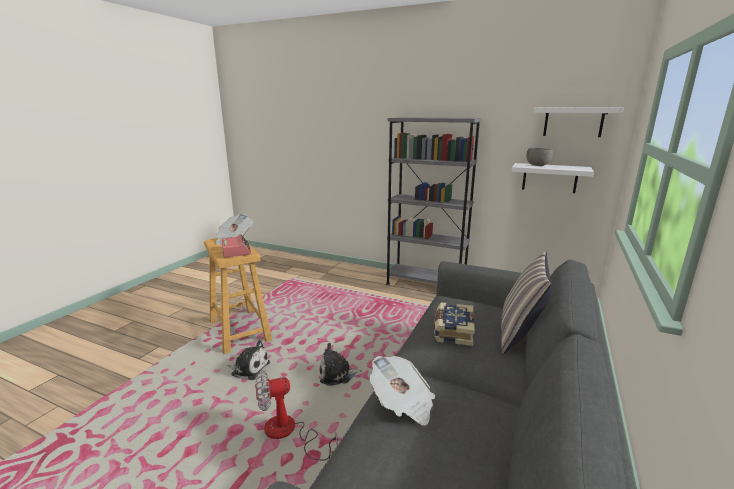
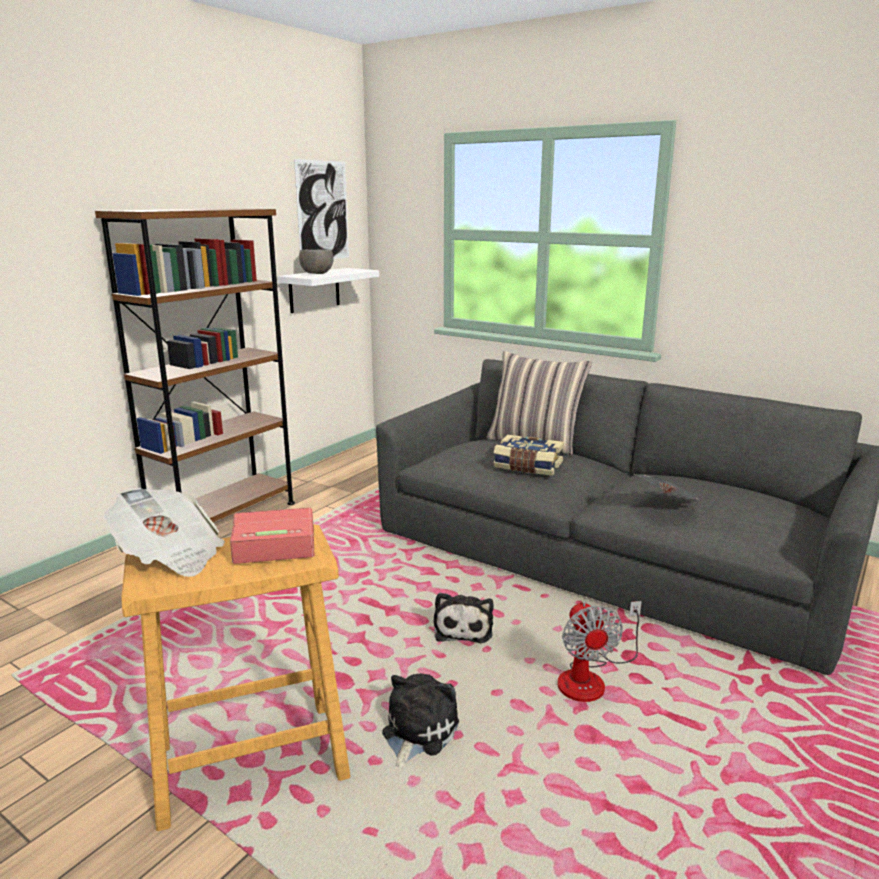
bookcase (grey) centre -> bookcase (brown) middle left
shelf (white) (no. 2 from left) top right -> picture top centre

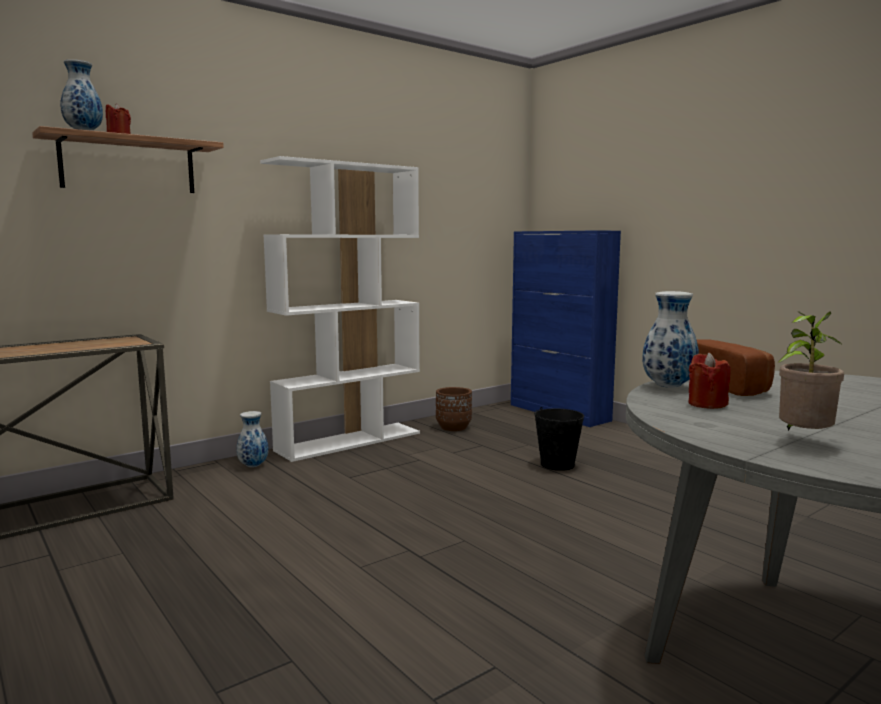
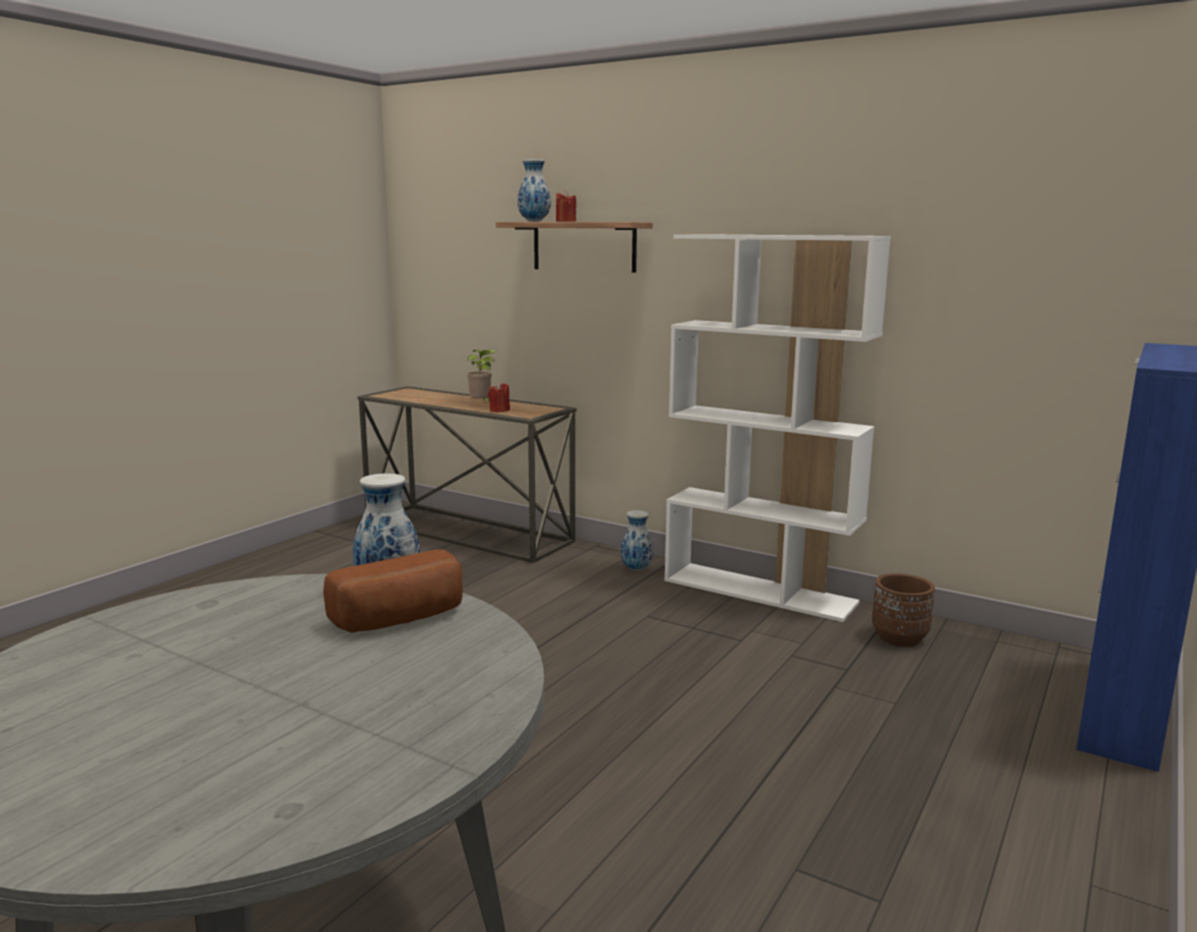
bucket (black) centre -> none
candle (red) (no. 2 from left in the first image) middle right -> candle (red) (no. 1 from left) centre, shifted
potted plant middle right -> potted plant centre, shifted

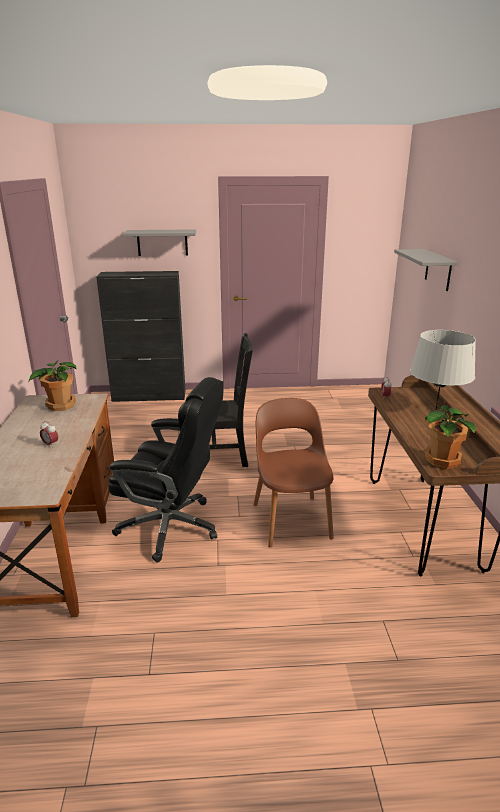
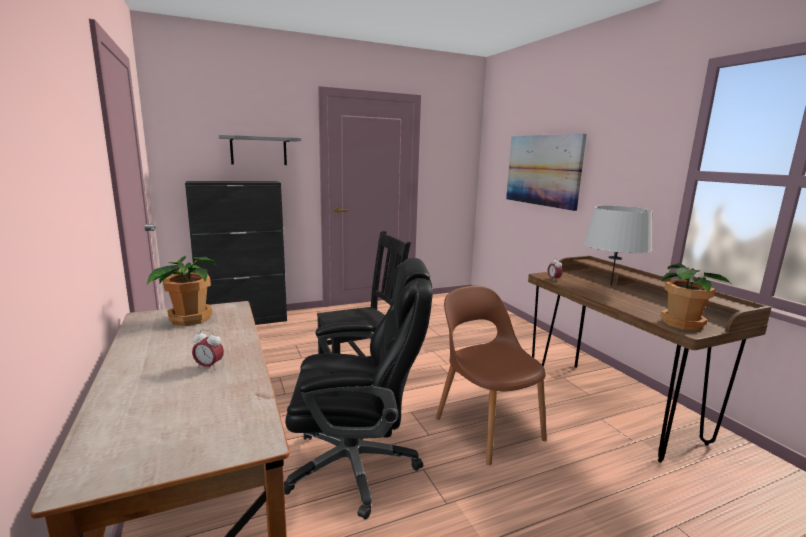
shelf (grey) (no. 2 from left) top right -> picture top right

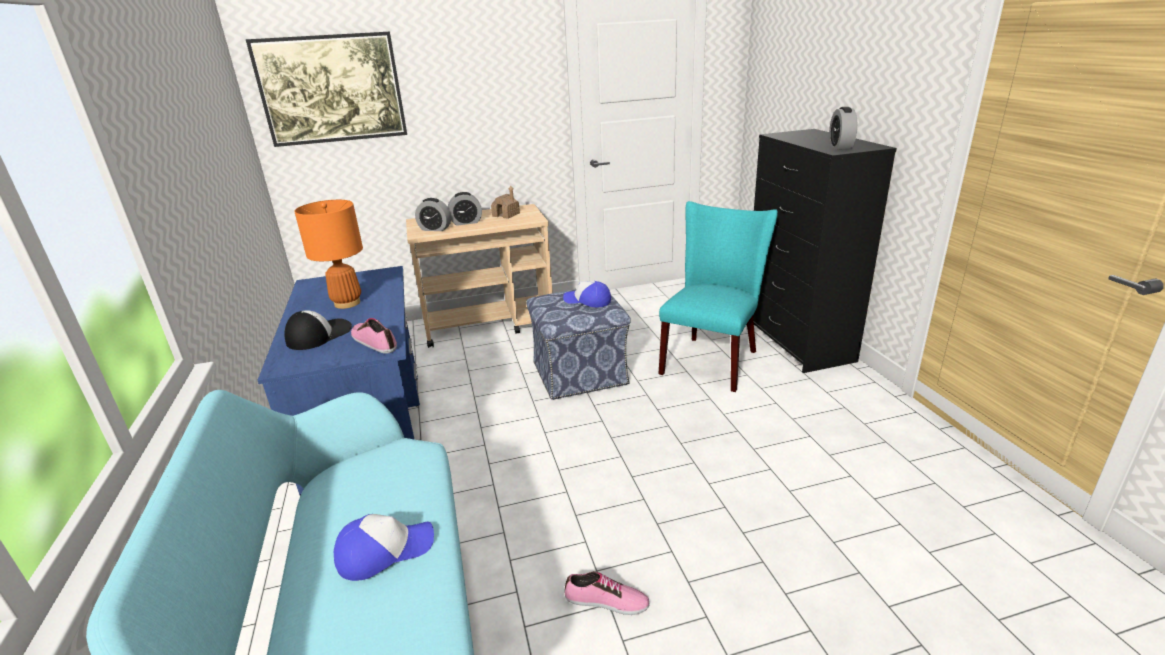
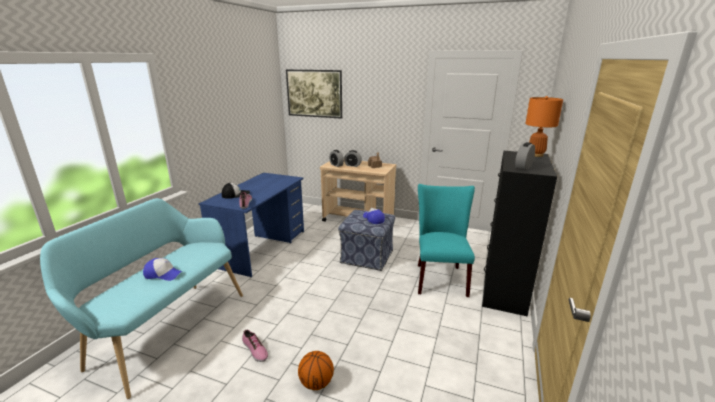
table lamp (orange) middle left -> table lamp (orange) top right, shifted
chair (turquoise) centre, 60 degrees counterclockwise
none -> basketball bottom centre

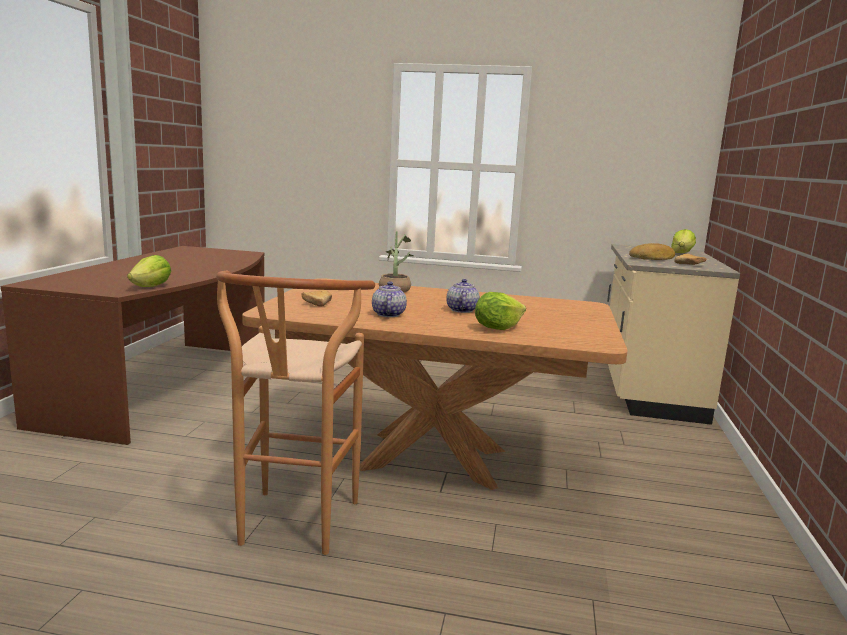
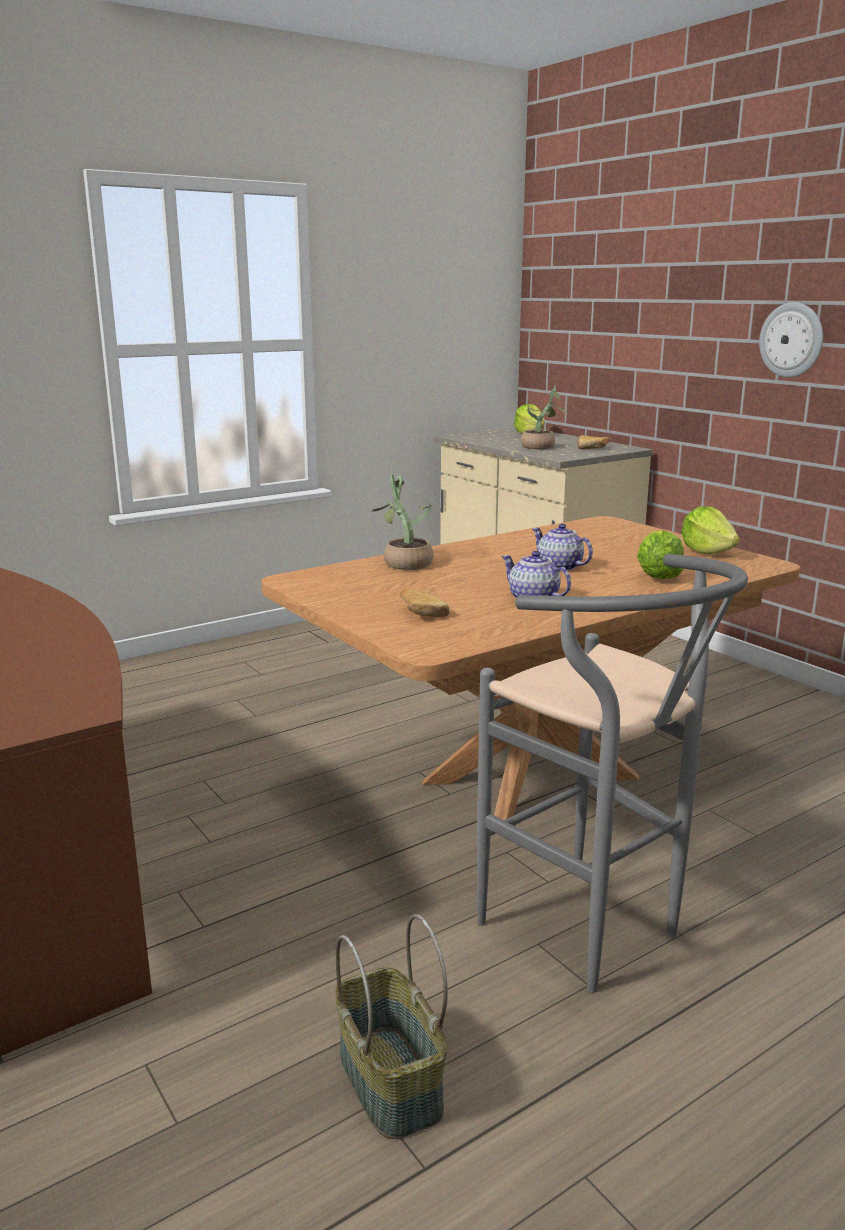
lettuce (no. 1 from left in the first image) middle left -> lettuce (no. 3 from left) middle right, shifted
stool (brown) centre -> stool (grey) middle right
bread (no. 2 from left) middle right -> potted plant (no. 2 from left) centre
none -> basket bottom centre
none -> wall clock top right

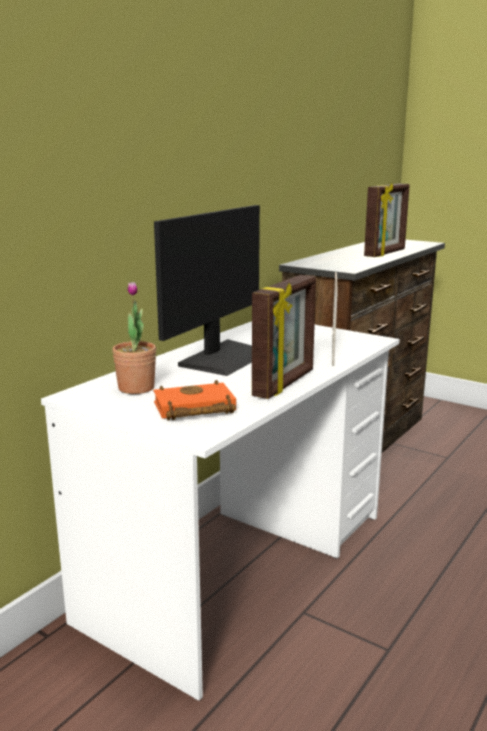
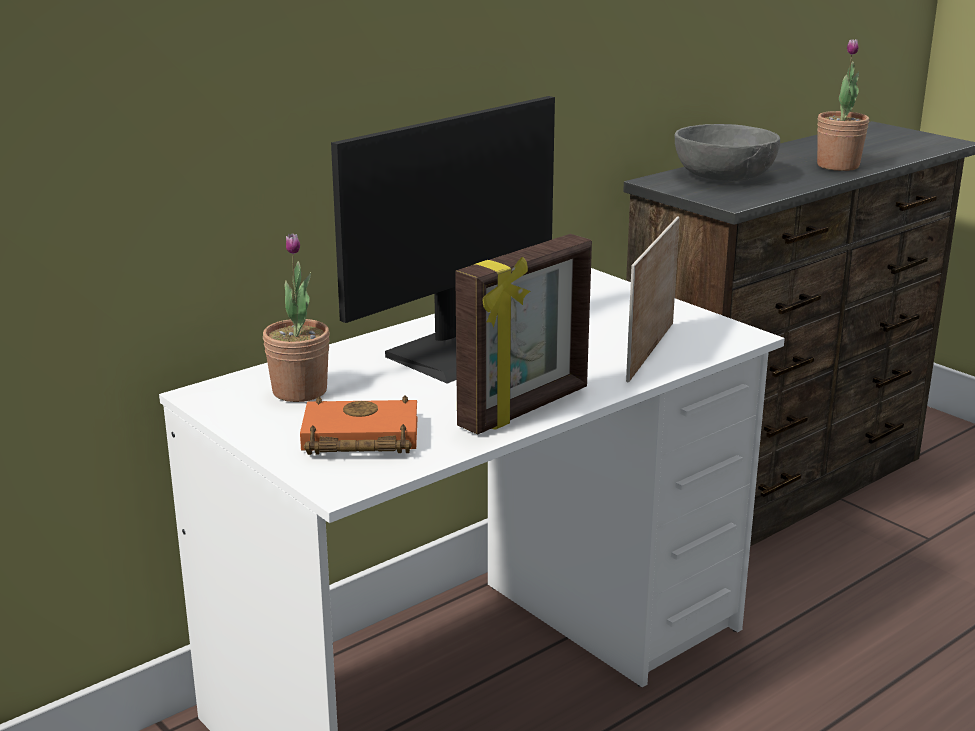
picture frame (no. 3 from left) top right -> potted plant (no. 2 from left) top right
none -> bowl (grey) top right

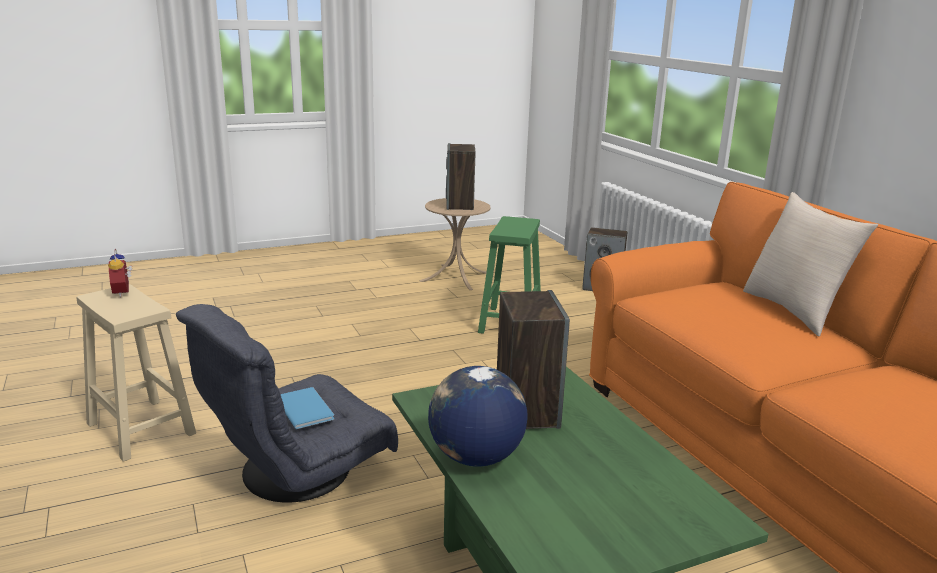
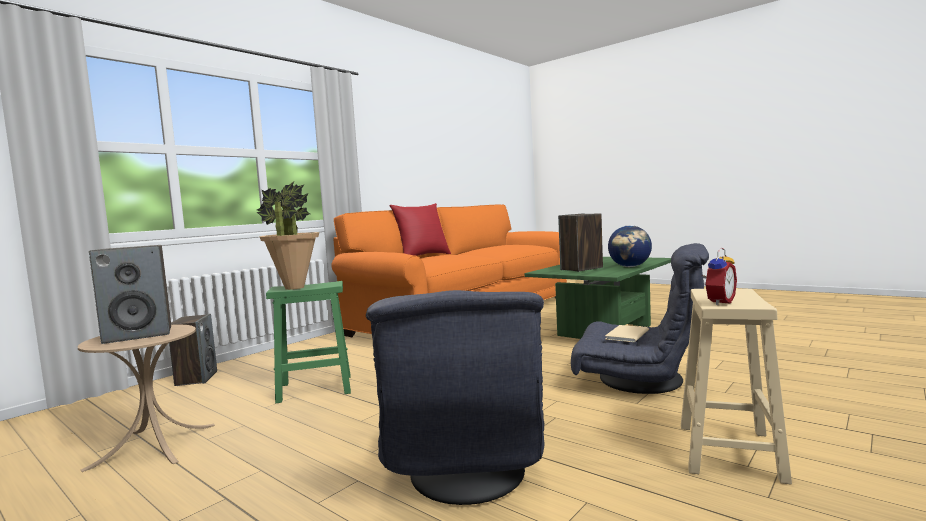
book (blue) bottom left -> book (beige) middle right
pillow (beige) middle right -> pillow (red) centre
none -> potted plant middle left
none -> armchair (grey) (no. 1 from left) bottom centre

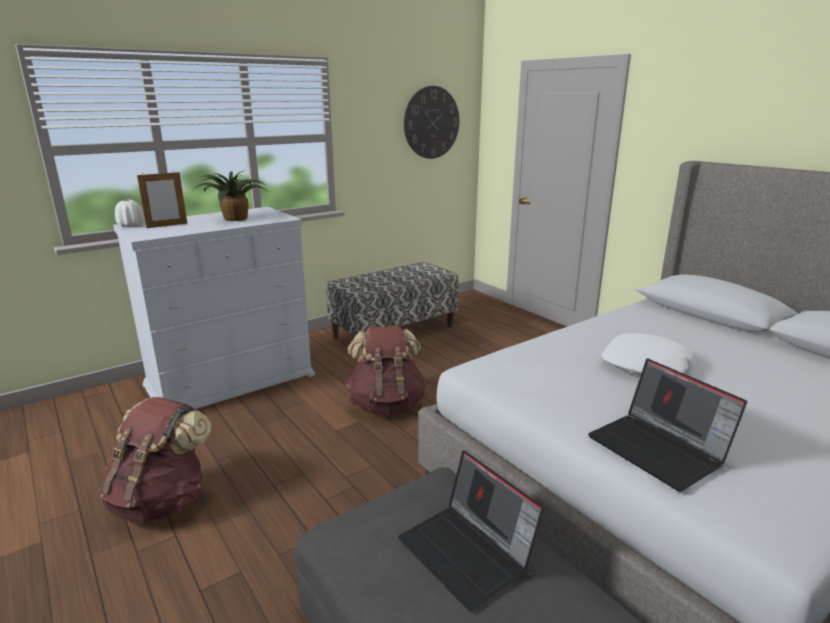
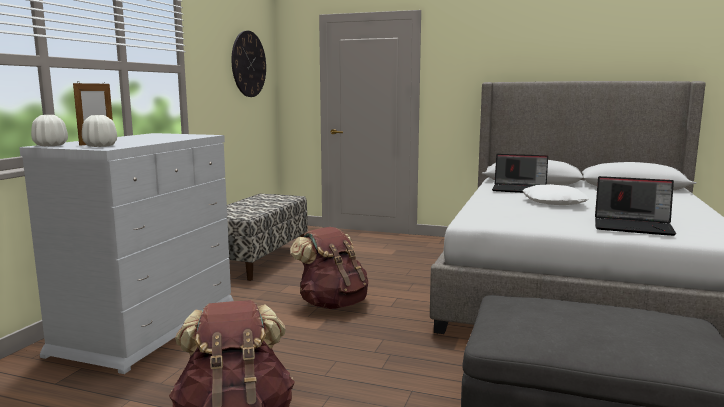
potted plant top left -> none
laptop (no. 1 from left) bottom centre -> laptop (no. 1 from left) middle right, shifted
none -> vase (white) (no. 2 from left) top left

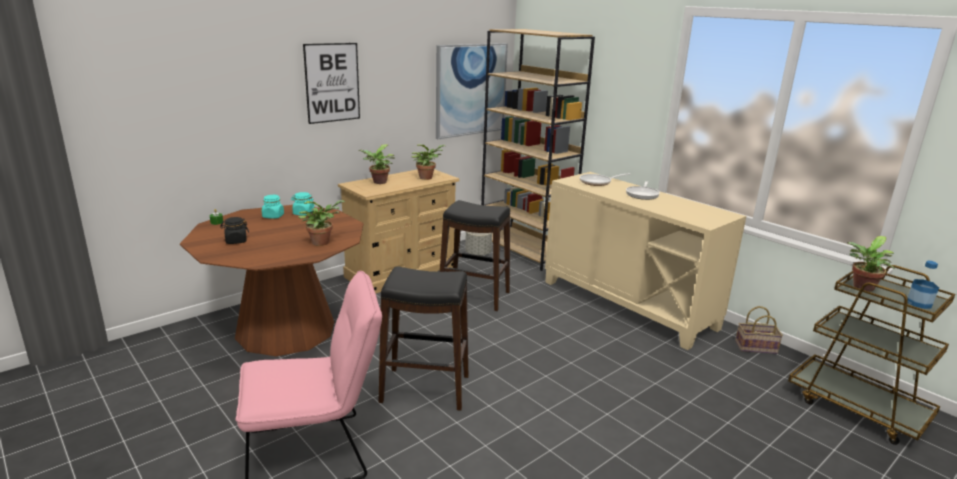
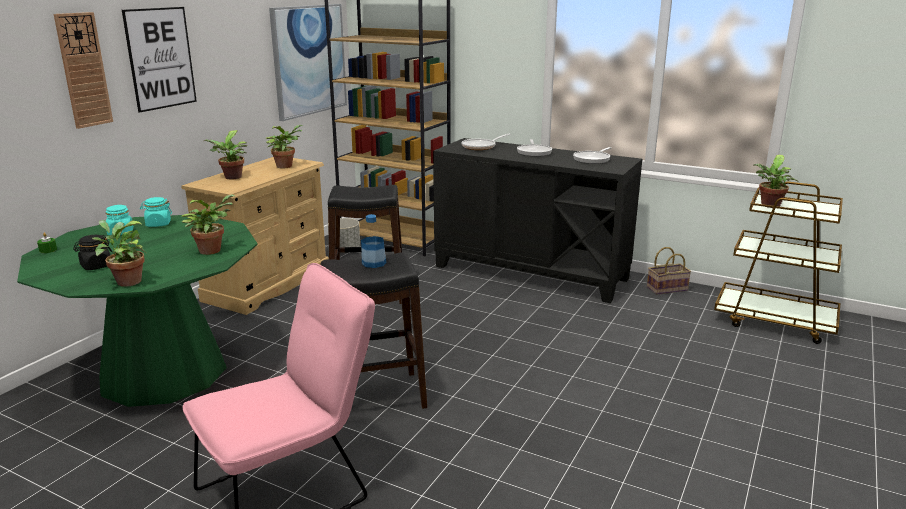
dining table (brown) middle left -> dining table (green) middle left
cabinet (beige) middle right -> cabinet (black) centre
bottle middle right -> bottle centre, shifted
none -> wall clock top left
none -> potted plant (no. 1 from left) middle left
none -> frying pan (no. 3 from left) top centre

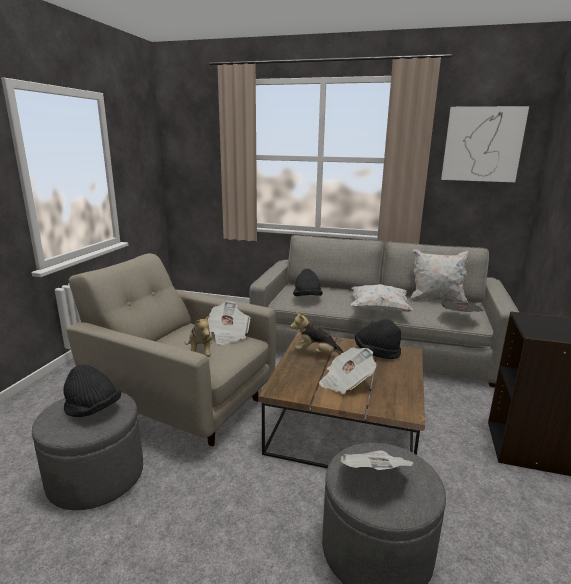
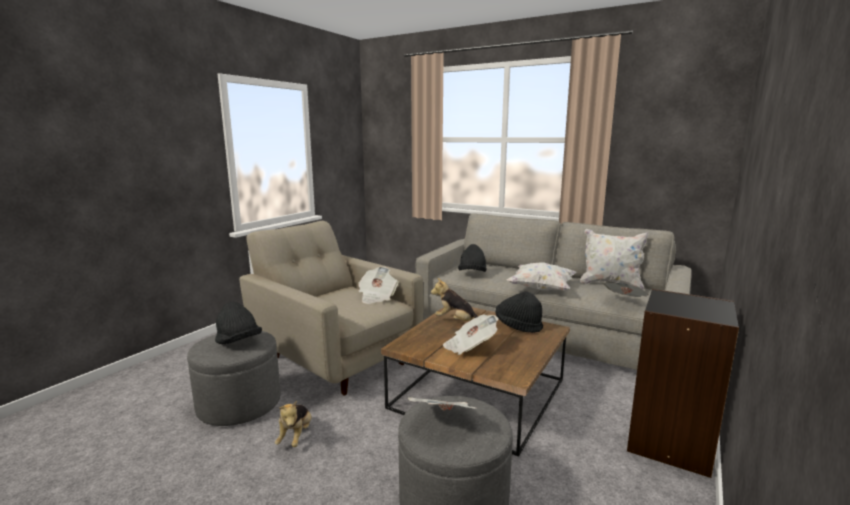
plush toy (no. 1 from left) centre -> plush toy (no. 1 from left) bottom centre, shifted
picture top right -> none

